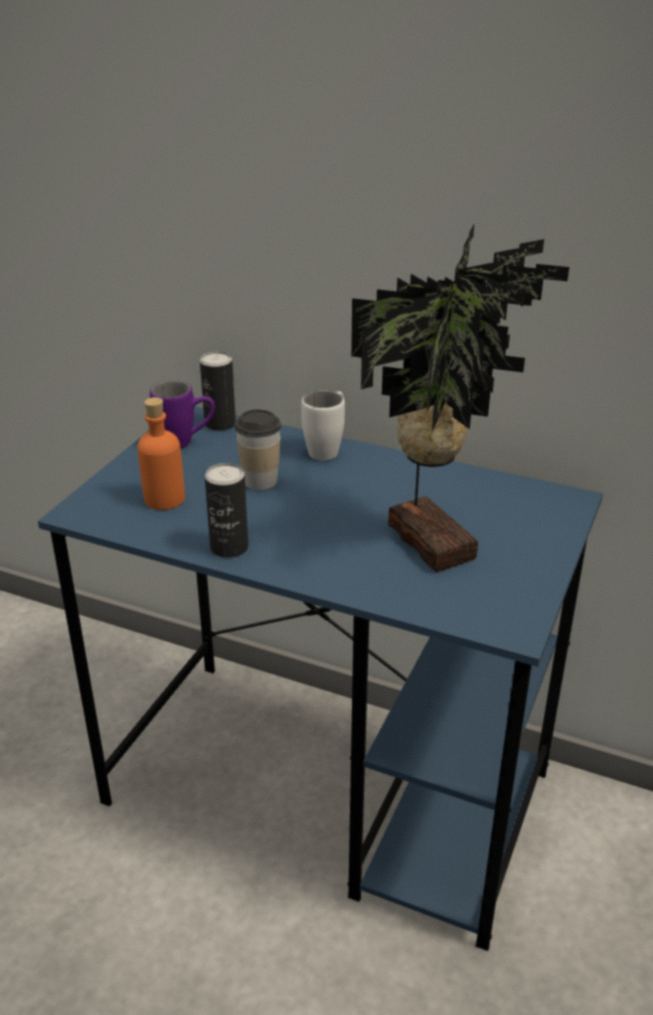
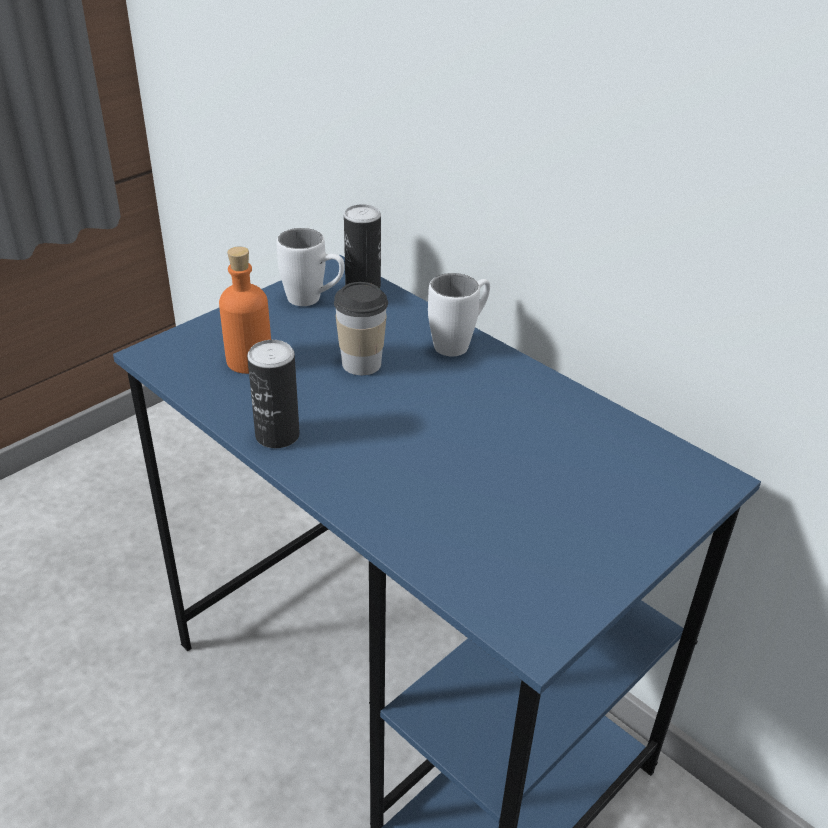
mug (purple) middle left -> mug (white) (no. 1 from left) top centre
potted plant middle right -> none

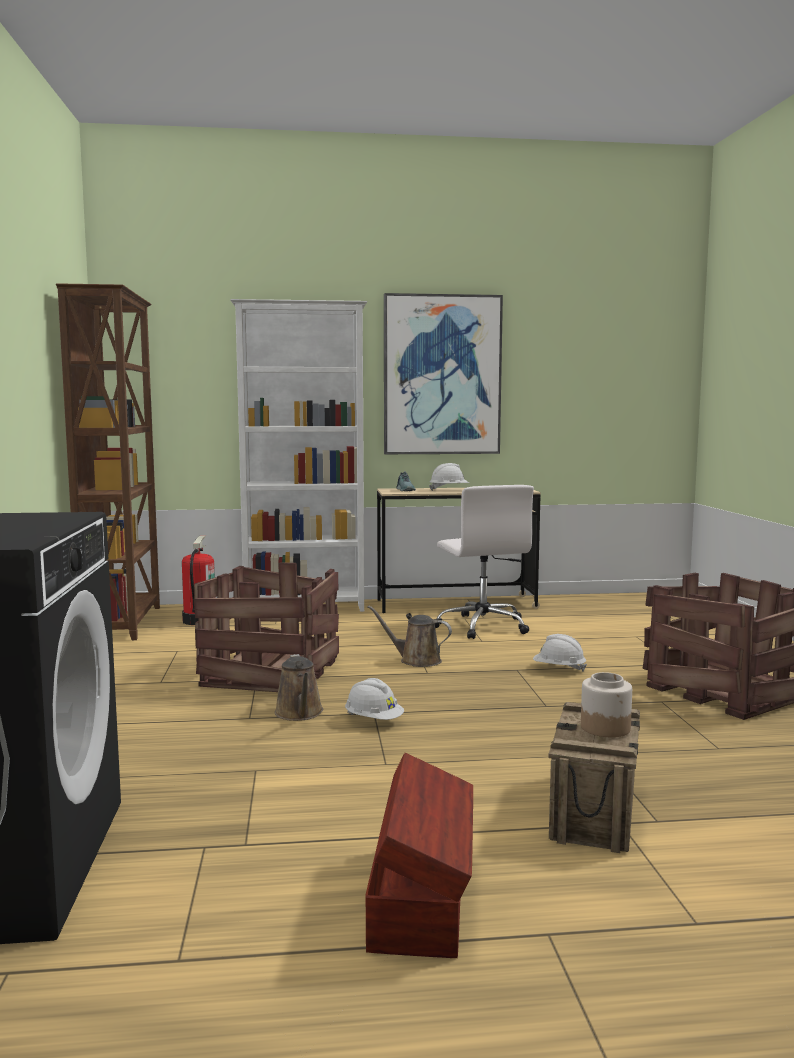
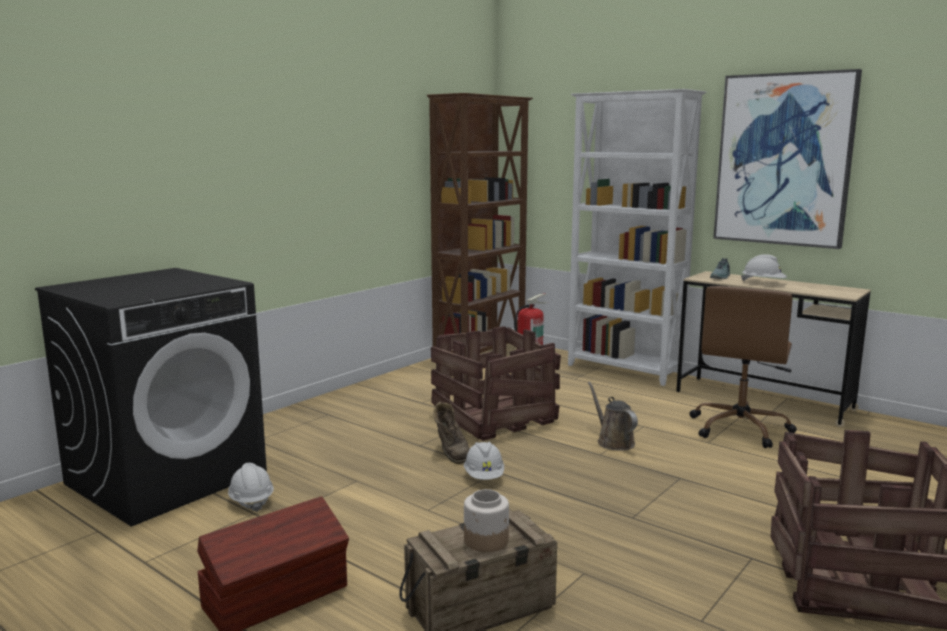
watering can (brown) (no. 1 from left) centre -> boot (brown) bottom centre
office chair (white) centre -> office chair (brown) middle right
hard hat (white) (no. 3 from left in the first image) middle right -> hard hat (white) (no. 1 from left) bottom left, shifted

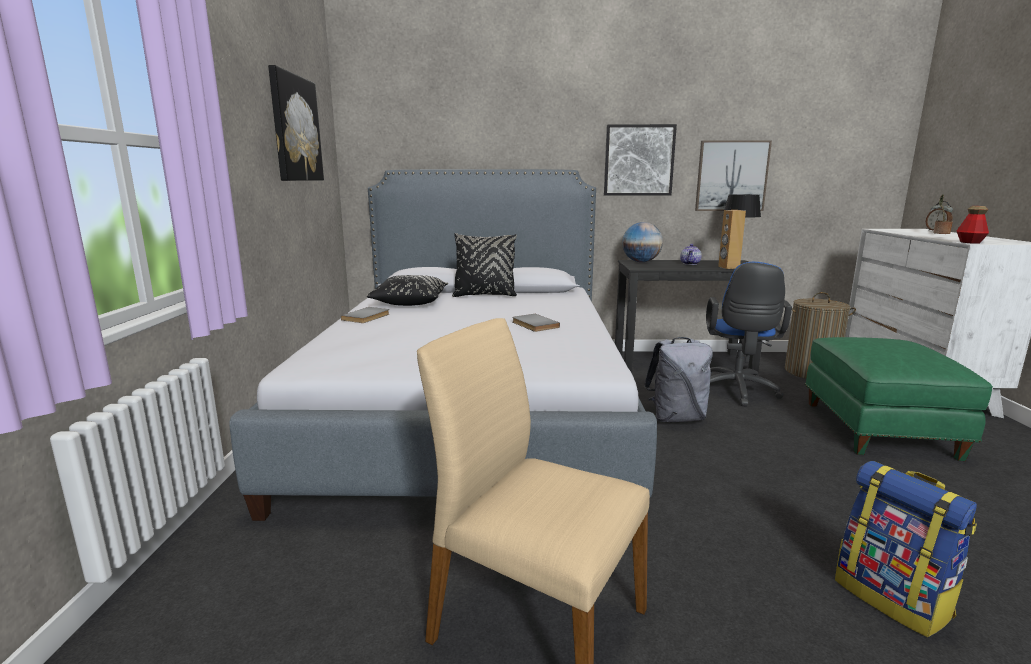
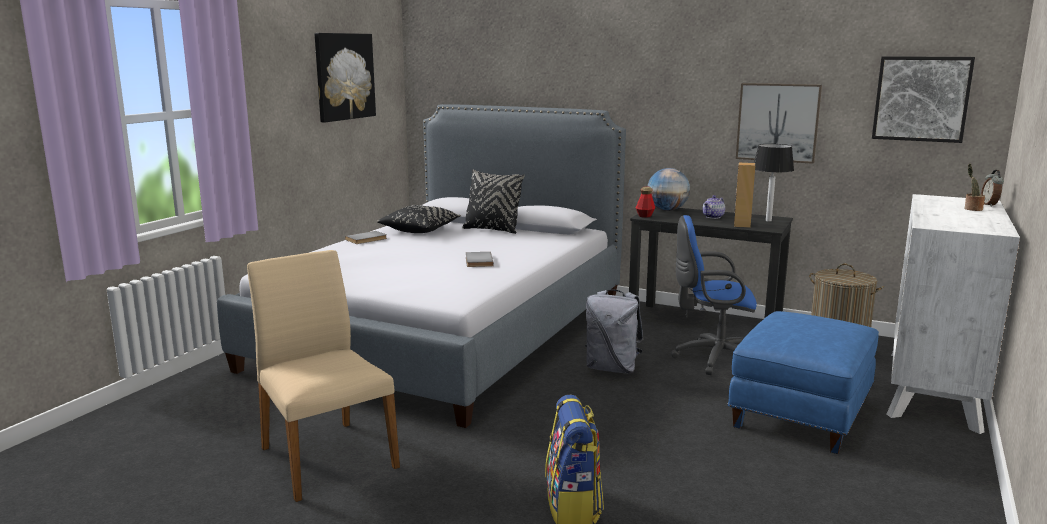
picture (no. 2 from left in the first image) top centre -> picture (no. 3 from left) top right, shifted
office chair (blue) middle right, 60 degrees clockwise
ottoman (green) middle right -> ottoman (blue) bottom right
bottle middle right -> bottle centre, shifted

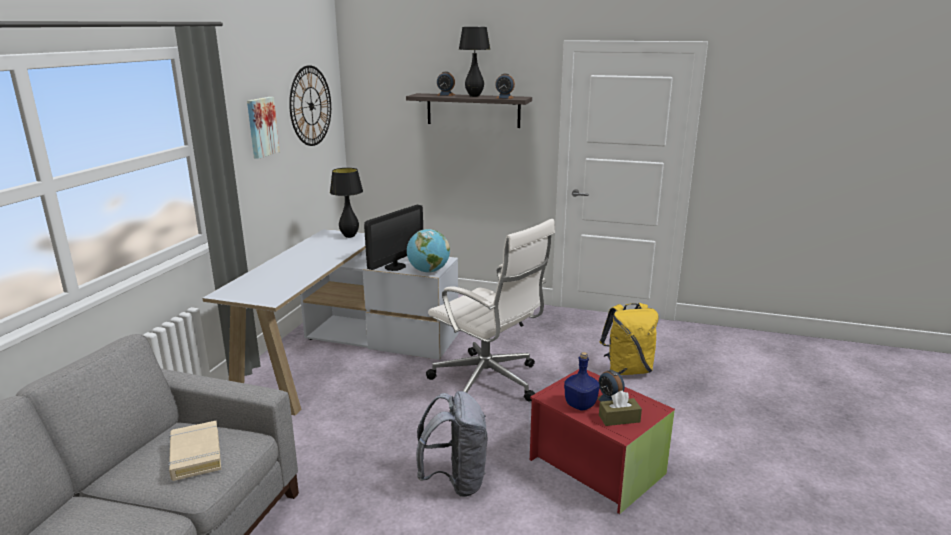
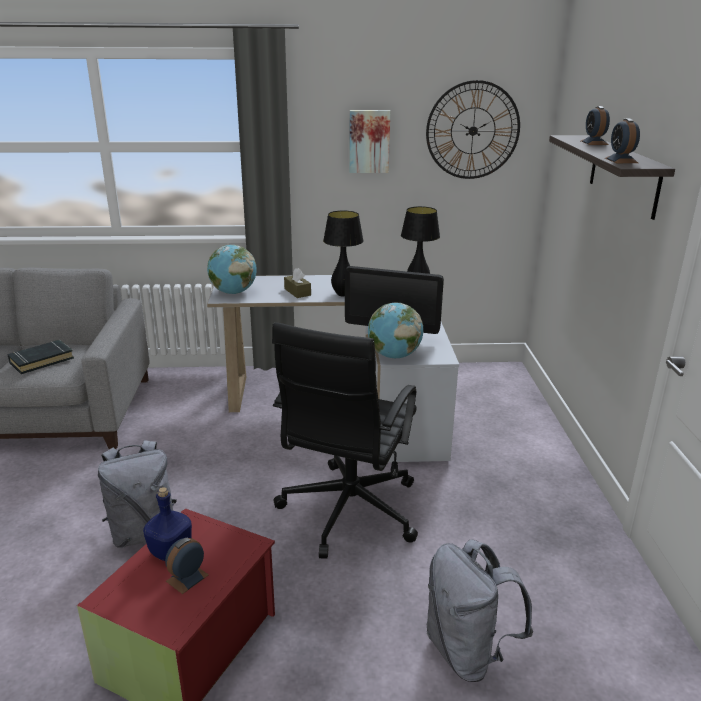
book (beige) bottom left -> book (black) middle left
office chair (white) centre -> office chair (black) centre
table lamp (black) (no. 2 from left in the first image) top centre -> table lamp (black) (no. 1 from left) centre, shifted
tissue box (brown) bottom centre -> tissue box (brown) centre, shifted
backpack (yellow) centre -> backpack (grey) (no. 2 from left) bottom right
none -> globe (no. 1 from left) middle left

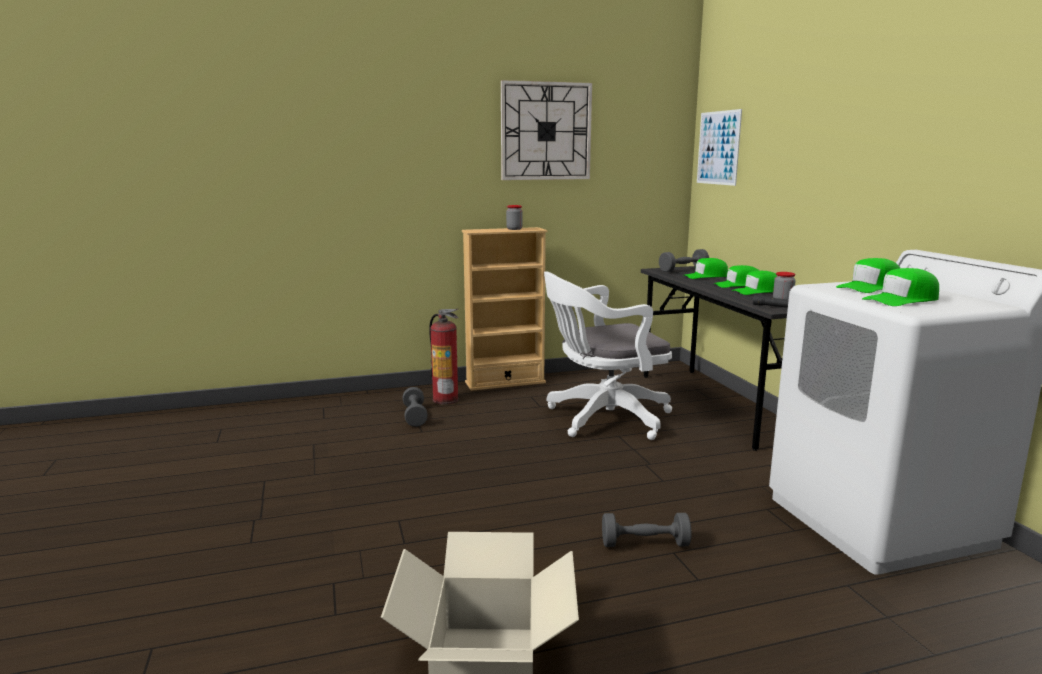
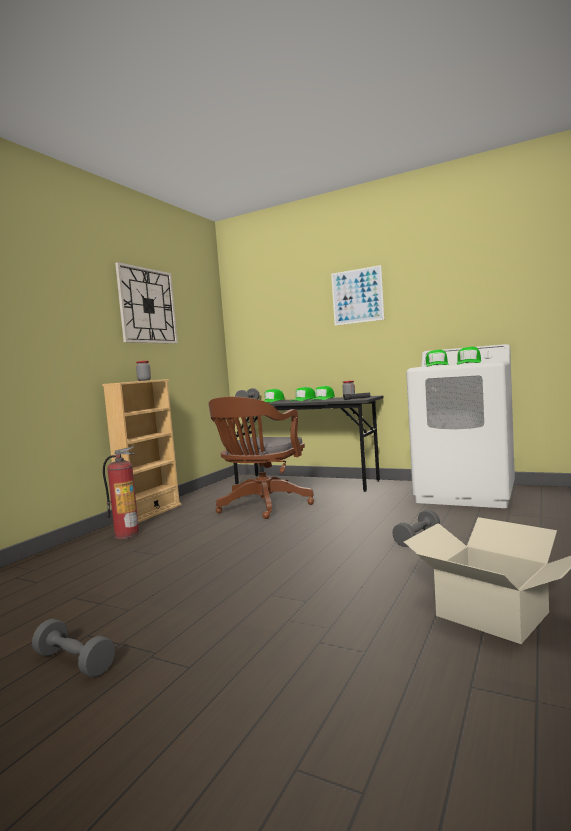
dumbbell (grey) (no. 1 from left) centre -> dumbbell (grey) (no. 1 from left) bottom left, shifted
office chair (white) centre -> office chair (brown) centre
picture top right -> picture centre, shifted

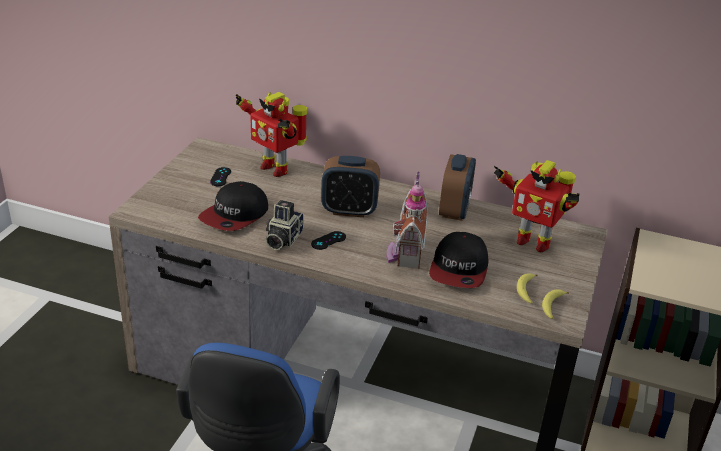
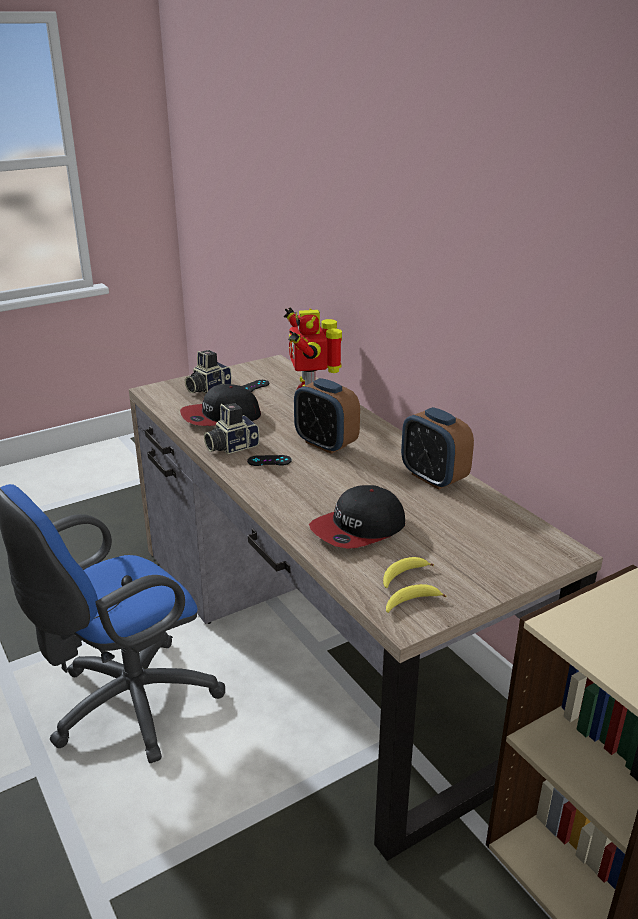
toy house centre -> none
alarm clock (no. 2 from left) centre -> alarm clock (no. 2 from left) middle right, 90 degrees clockwise
toy robot (no. 2 from left) middle right -> none
none -> photo camera (no. 1 from left) middle left

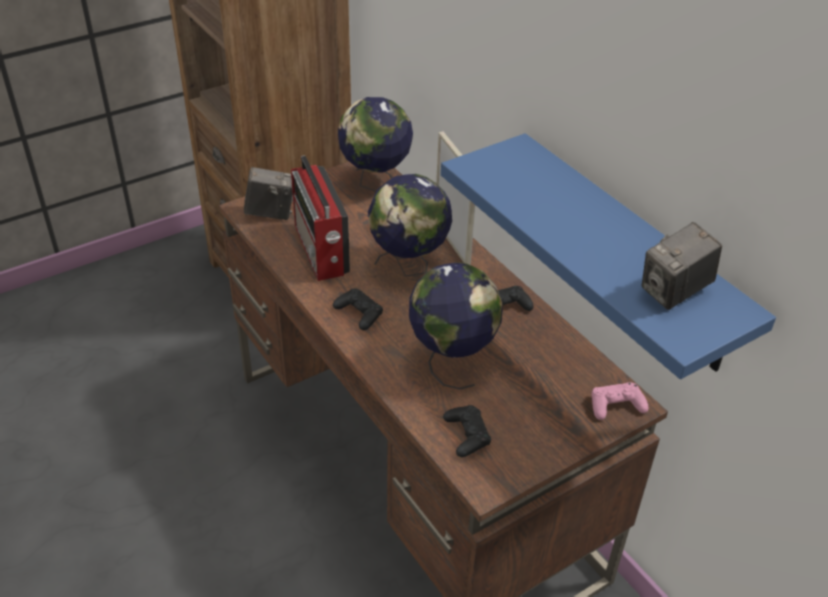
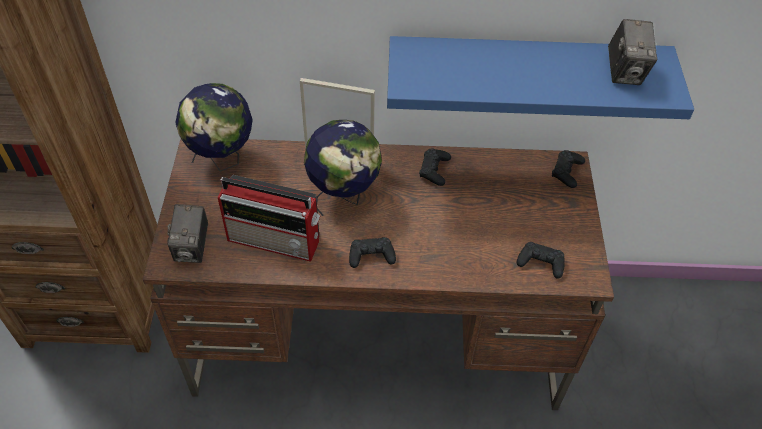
photo camera (no. 1 from left) top left -> photo camera (no. 1 from left) middle left, 150 degrees clockwise
globe (no. 3 from left) centre -> none
game controller (pink) bottom right -> game controller (black) (no. 4 from left) middle right

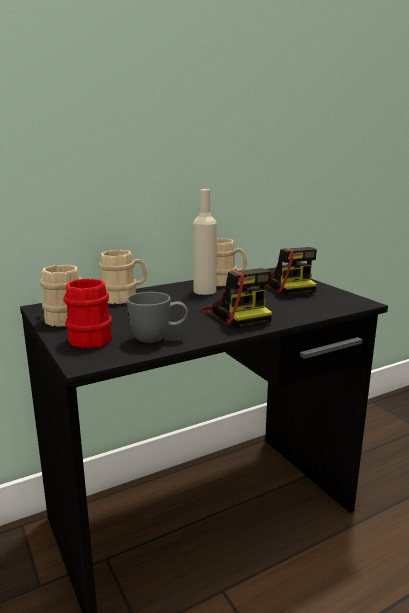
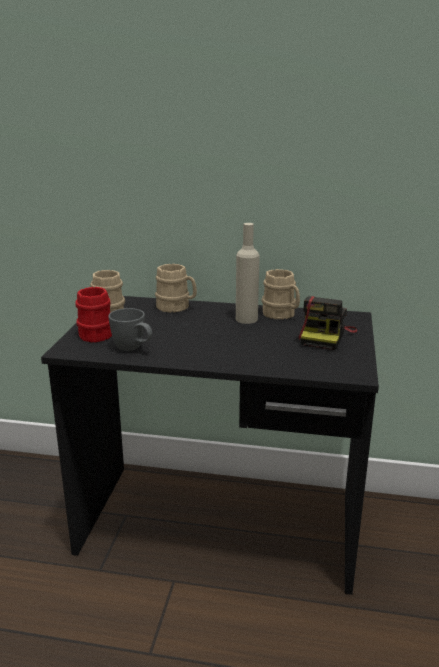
photo camera (no. 1 from left) centre -> none

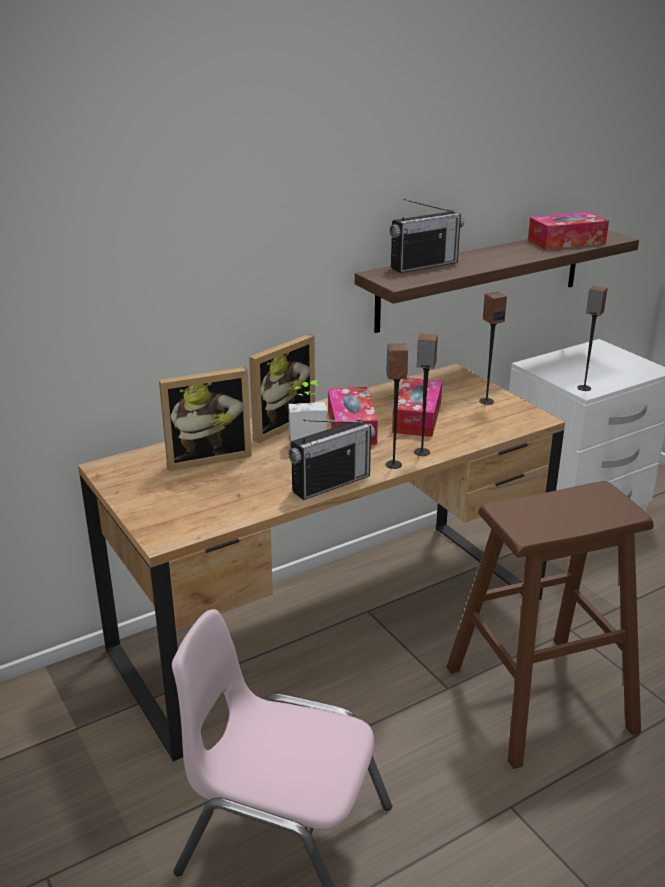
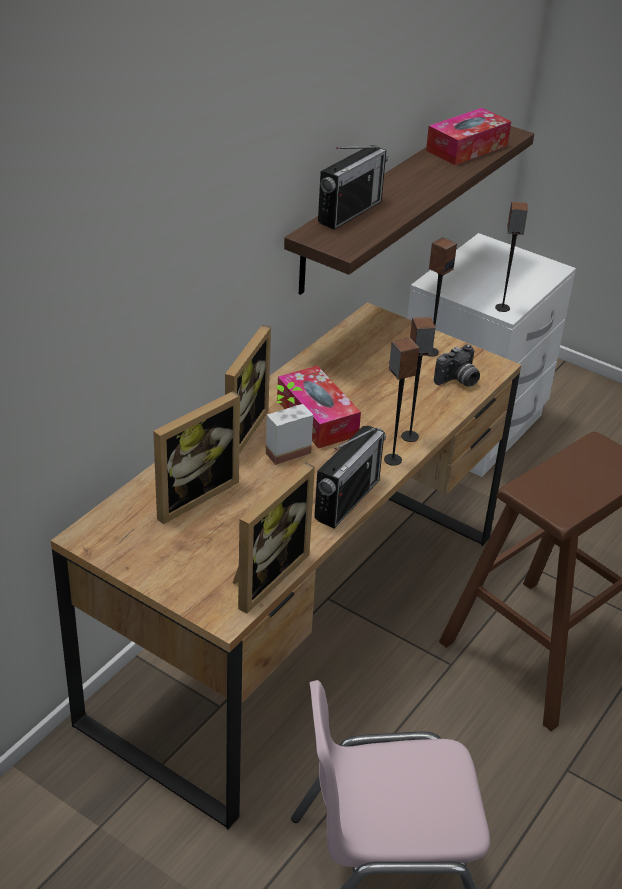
tissue box (no. 2 from left) centre -> none
none -> picture frame (no. 3 from left) centre
none -> photo camera middle right

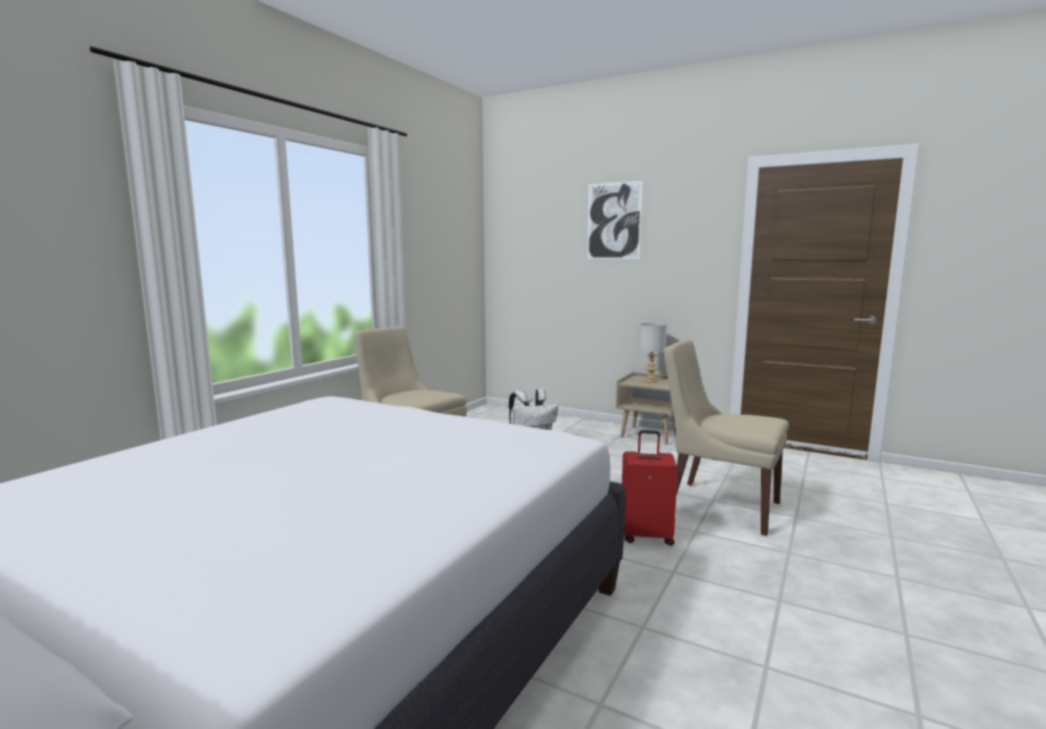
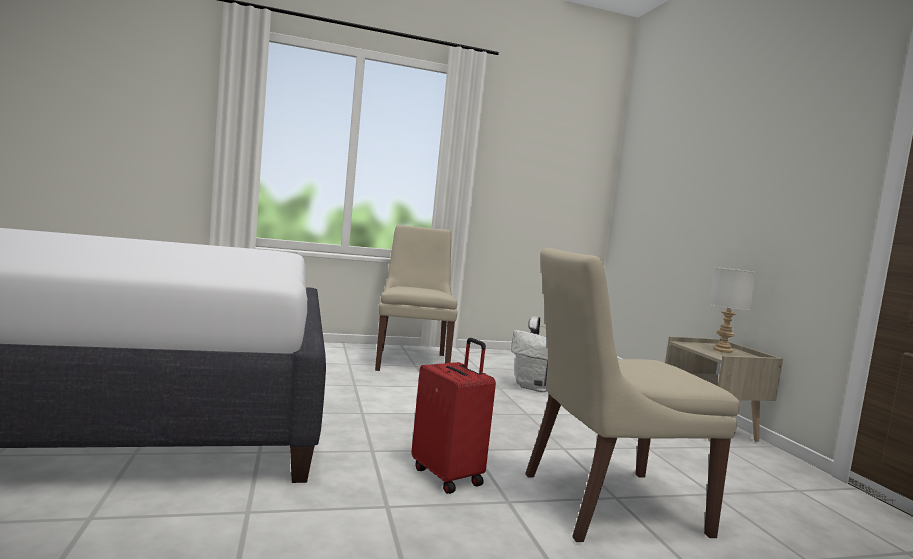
picture top centre -> none
chair (beige) (no. 2 from left) middle right -> chair (beige) (no. 2 from left) bottom right, 90 degrees counterclockwise

